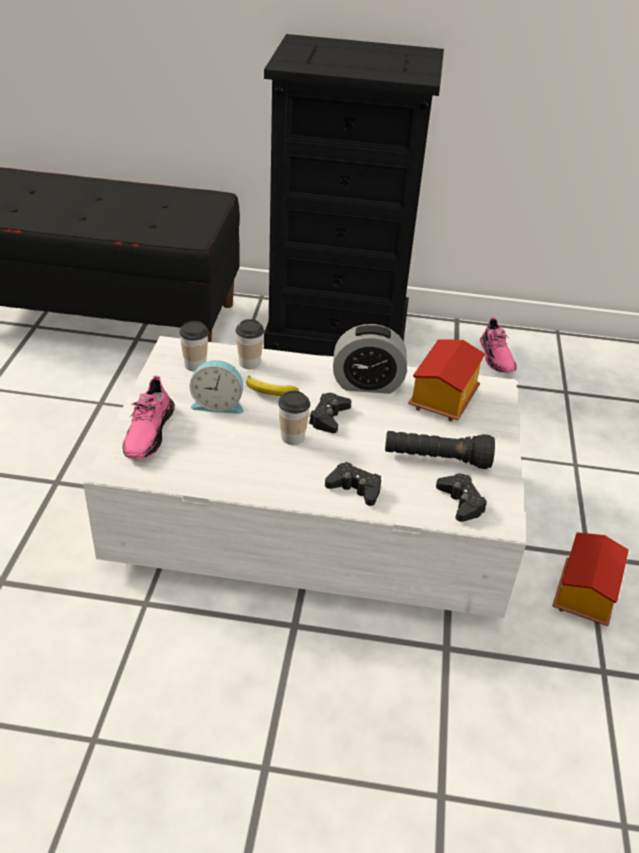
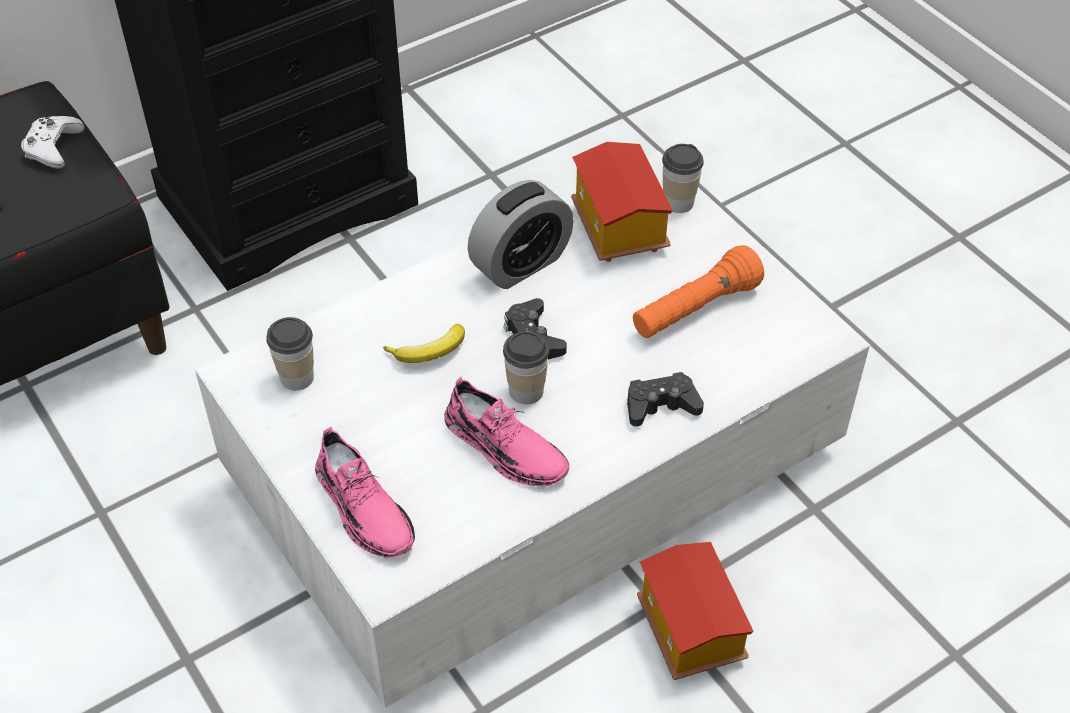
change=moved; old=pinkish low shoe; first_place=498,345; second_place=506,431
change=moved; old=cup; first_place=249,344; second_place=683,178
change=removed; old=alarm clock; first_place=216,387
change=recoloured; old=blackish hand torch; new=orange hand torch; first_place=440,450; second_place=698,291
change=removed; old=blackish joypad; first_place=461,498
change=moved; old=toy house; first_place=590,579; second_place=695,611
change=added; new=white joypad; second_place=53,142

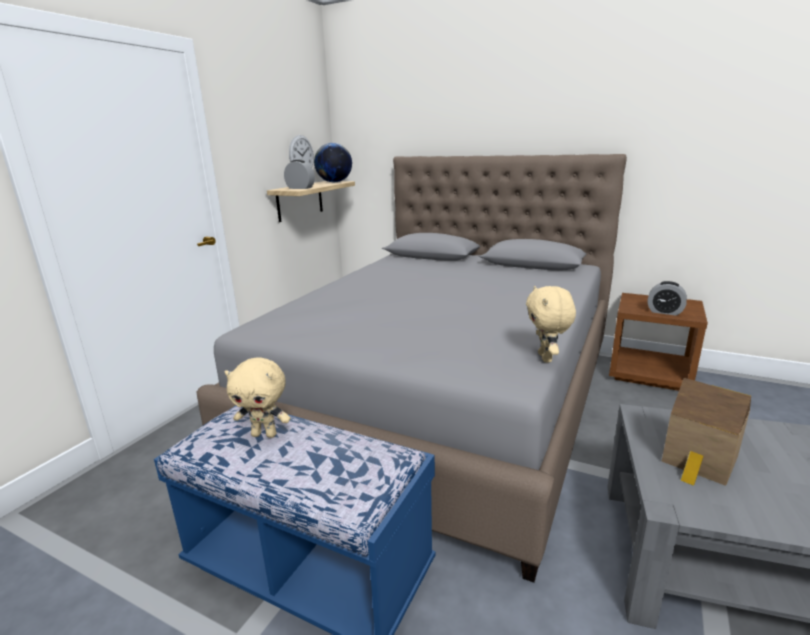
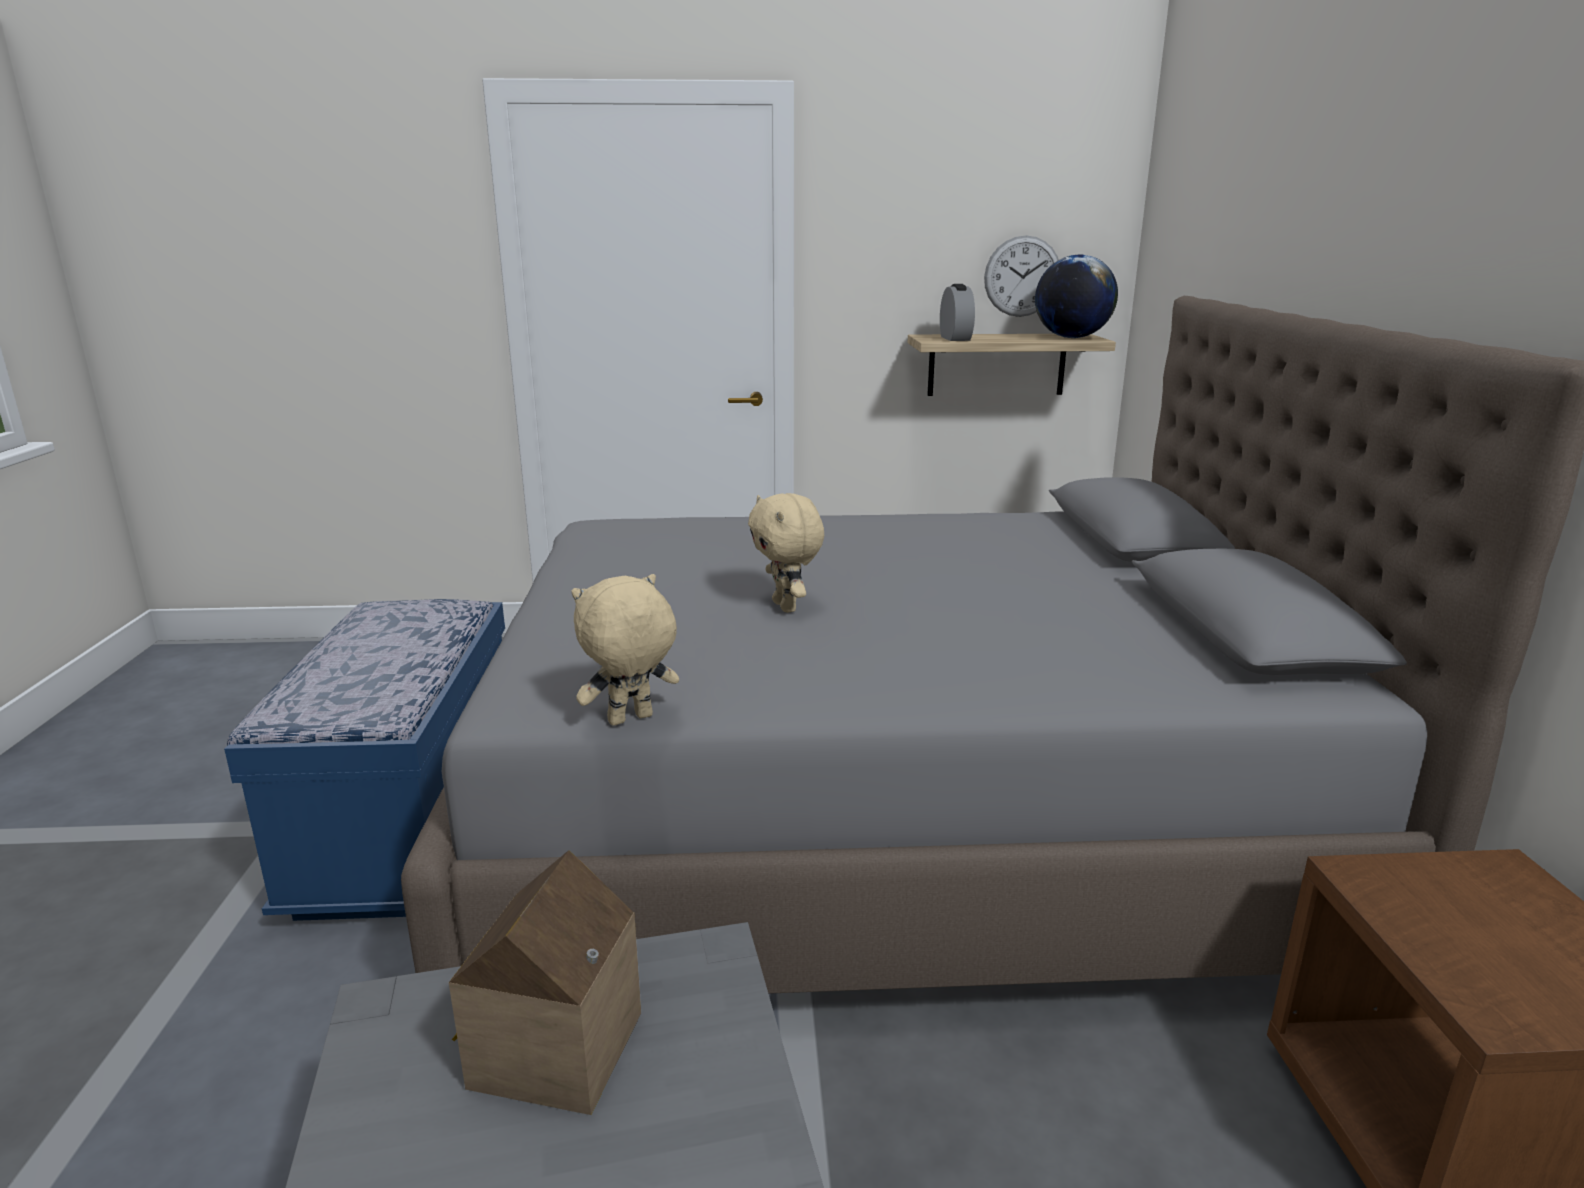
change=removed; old=alarm clock; first_place=667,298
change=moved; old=sand-coloured cuddly toy; first_place=257,398; second_place=786,553

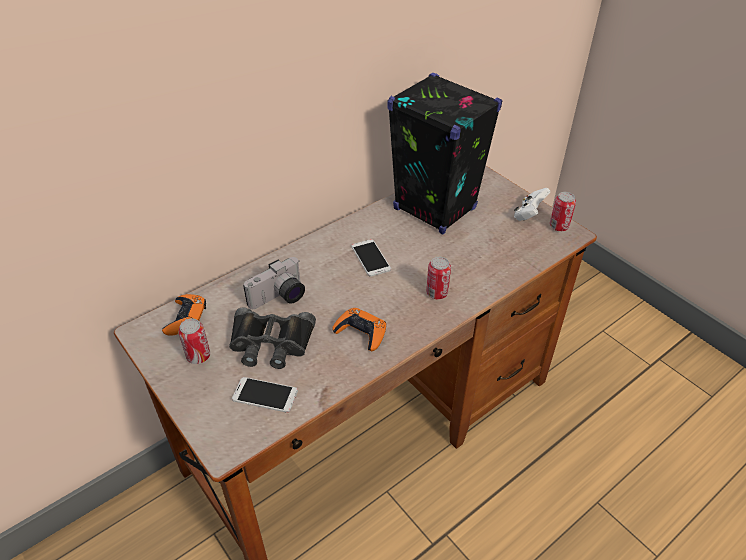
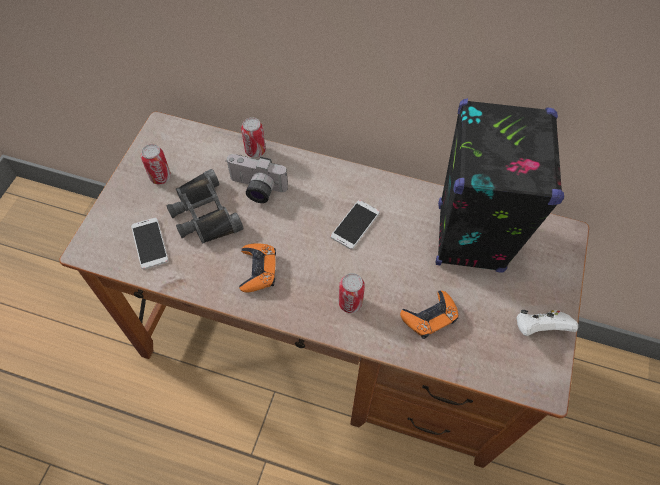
change=moved; old=sealed can; first_place=563,211; second_place=253,137
change=moved; old=orange joypad; first_place=184,315; second_place=429,314

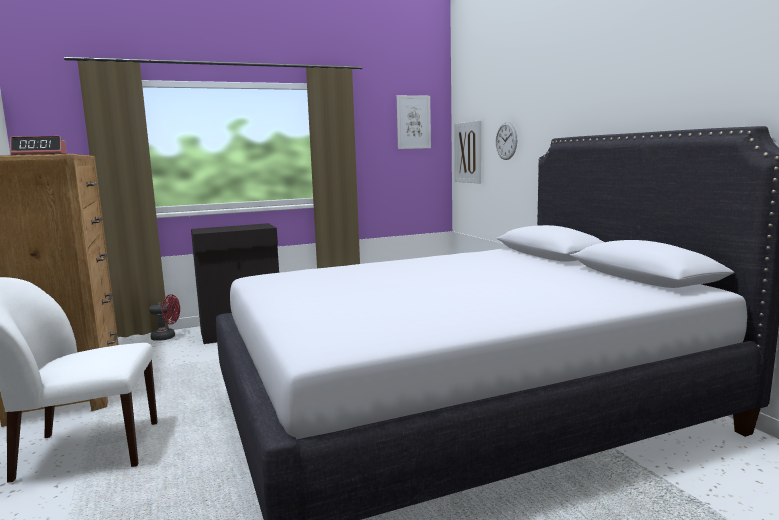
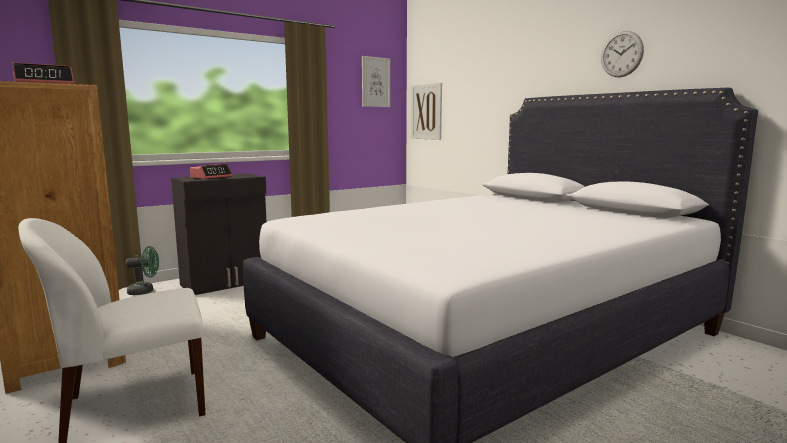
change=moved; old=hanging clock; first_place=506,141; second_place=622,54
change=recoloured; old=red-coloured fan; new=green-coloured fan; first_place=164,317; second_place=142,270
change=added; new=alarm clock; second_place=211,171

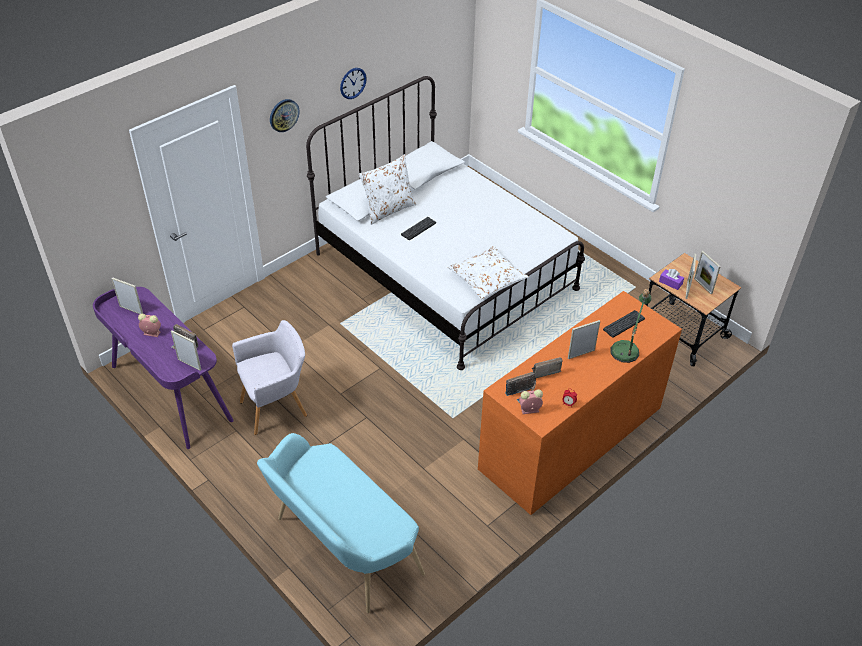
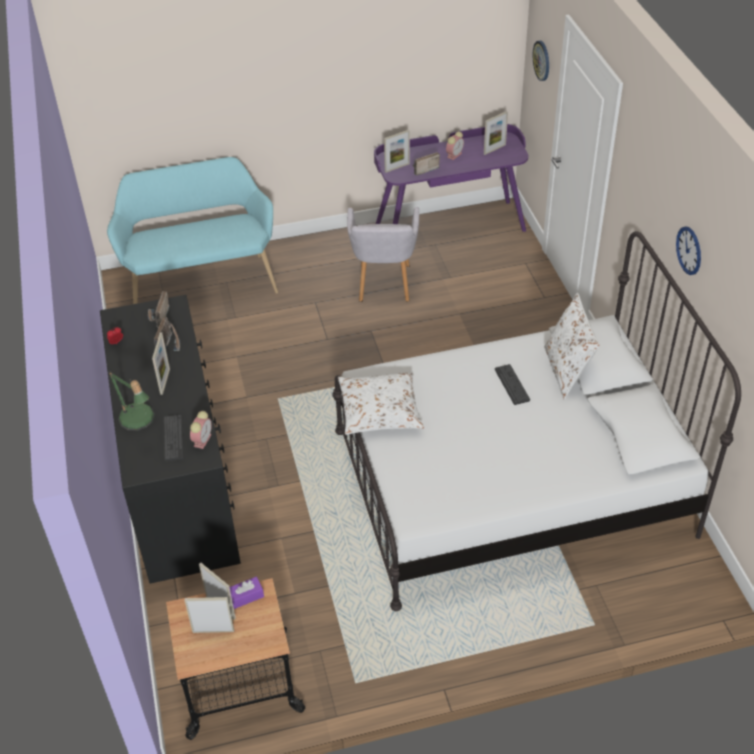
change=moved; old=hanging clock; first_place=284,115; second_place=541,61
change=recoloured; old=orange drawer chest; new=blackish drawer chest; first_place=580,403; second_place=170,439
change=moved; old=alarm clock; first_place=531,401; second_place=201,430

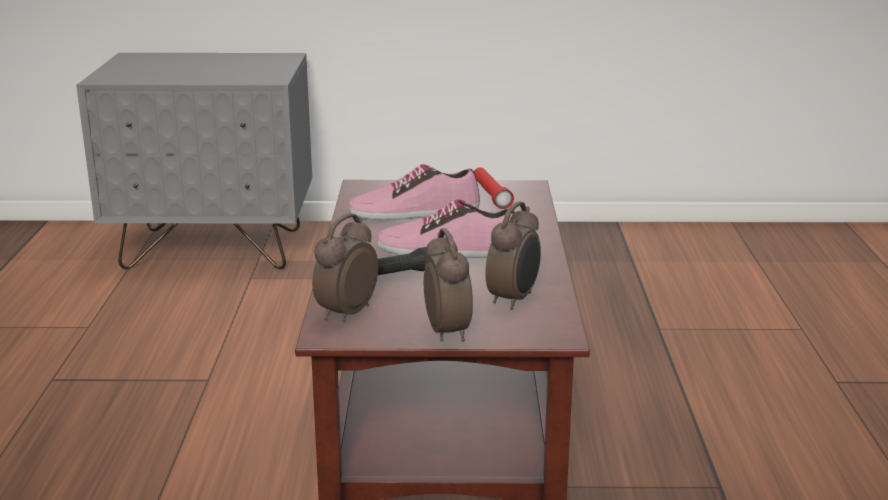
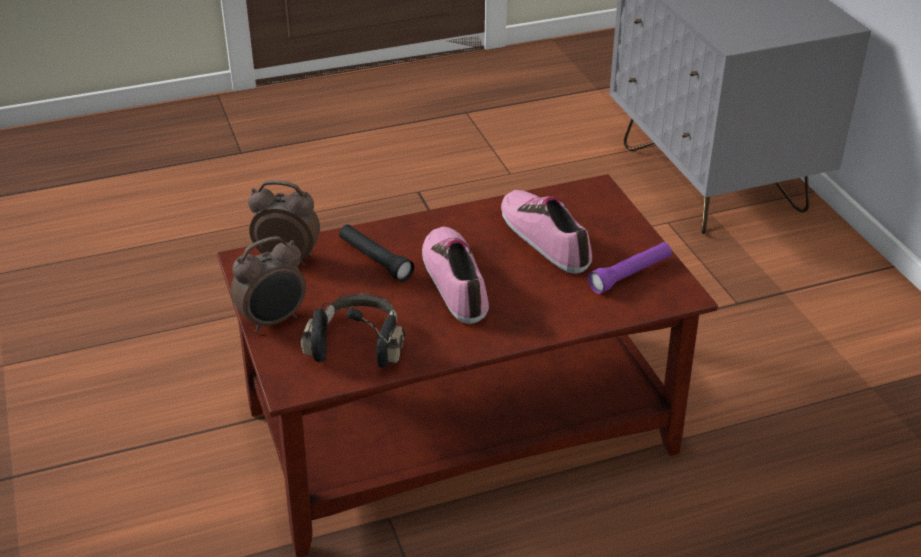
change=recoloured; old=red-coloured hand torch; new=purple hand torch; first_place=494,188; second_place=630,268
change=replaced; old=alarm clock; new=blackish headphones; first_place=513,256; second_place=353,330

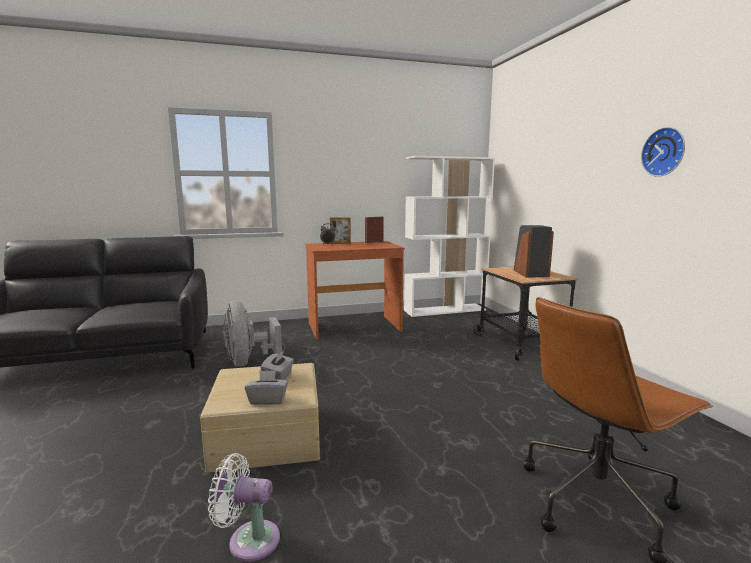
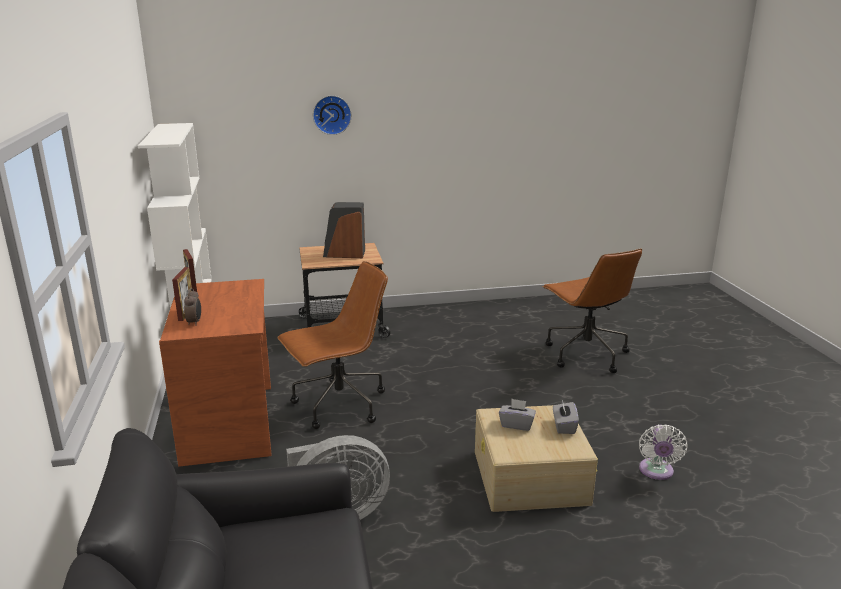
change=moved; old=hanging clock; first_place=663,152; second_place=332,115
change=added; new=brown office chair; second_place=332,345

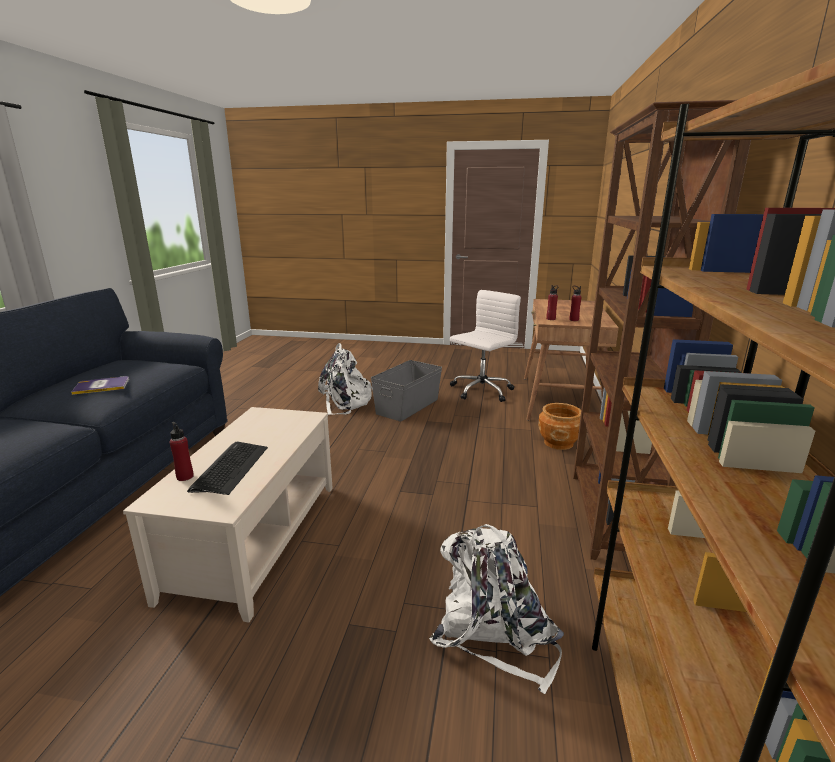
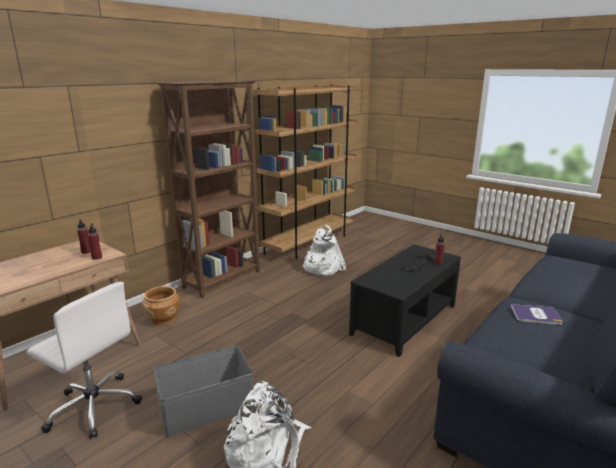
change=turned; old=white office chair; first_place=485,346; second_place=84,360; degrees=-135
change=recoloured; old=sand-coloured lounge table; new=blackish lounge table; first_place=228,514; second_place=405,300

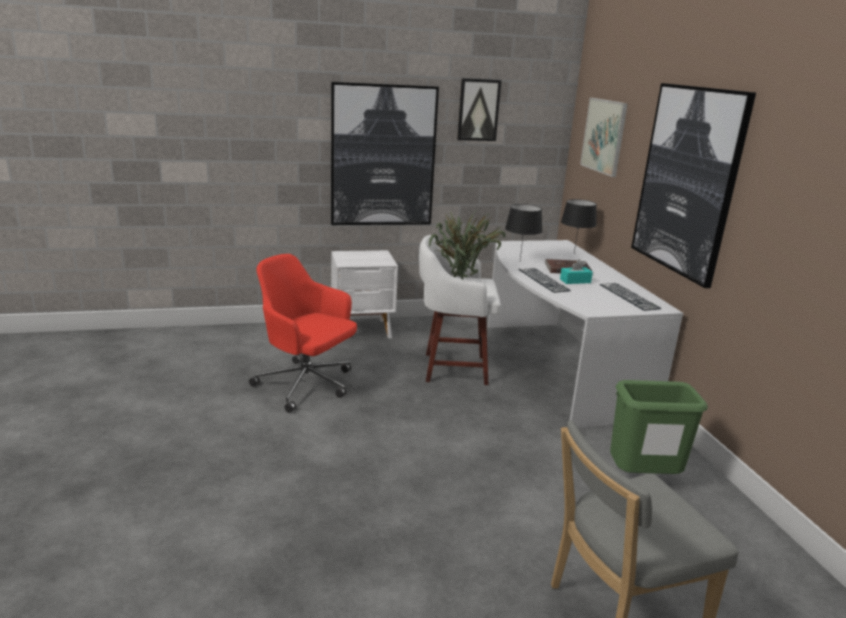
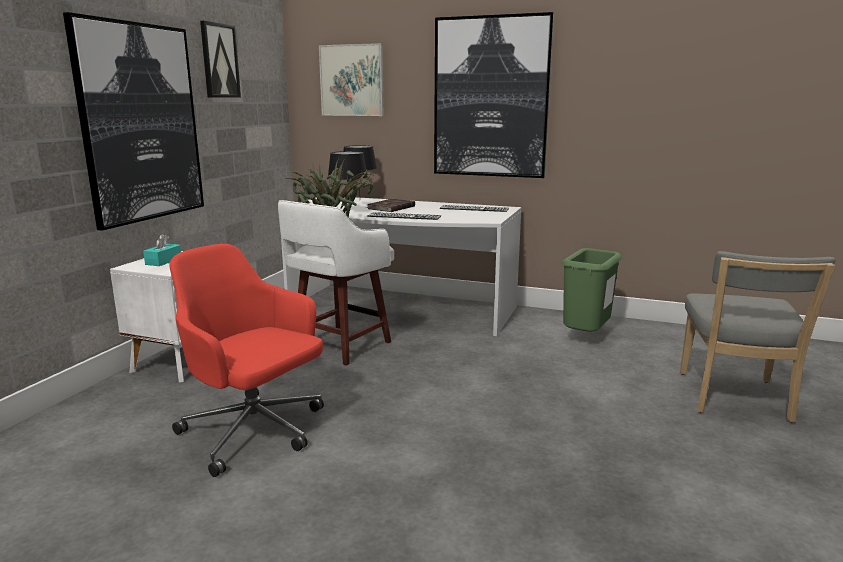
change=turned; old=red-coloured office chair; first_place=303,333; second_place=247,360; degrees=60
change=moved; old=blue-green tissue holder; first_place=576,271; second_place=162,250

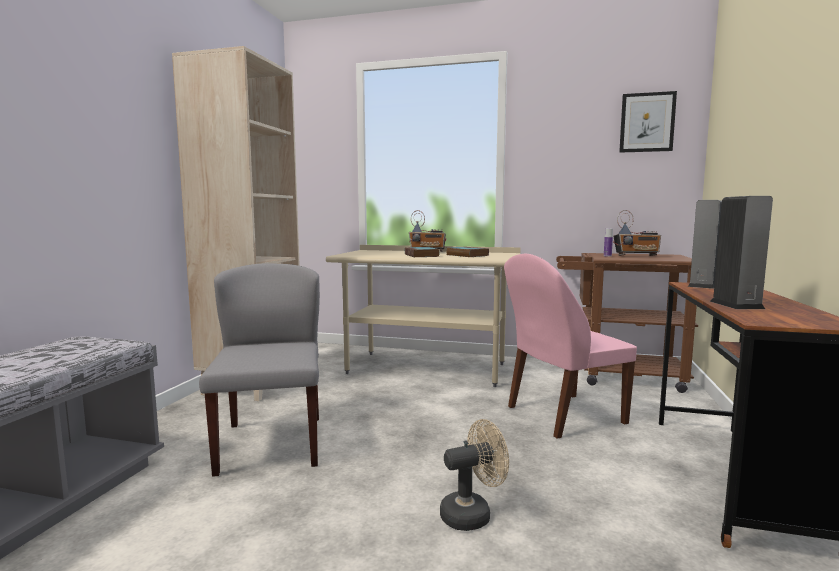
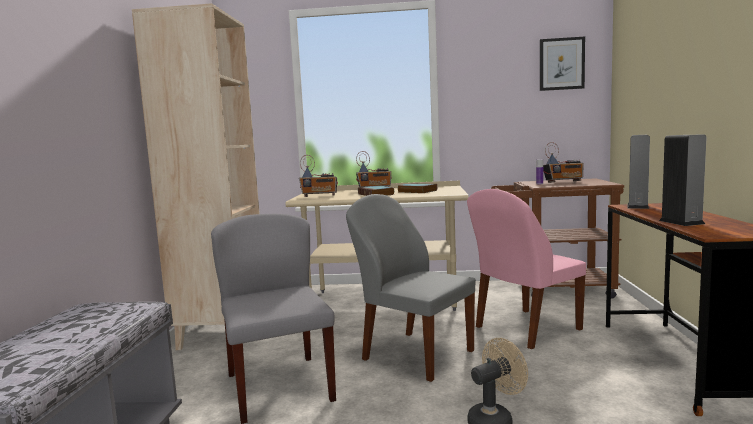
change=added; new=radio set; second_place=318,176
change=added; new=grey chair; second_place=411,288

